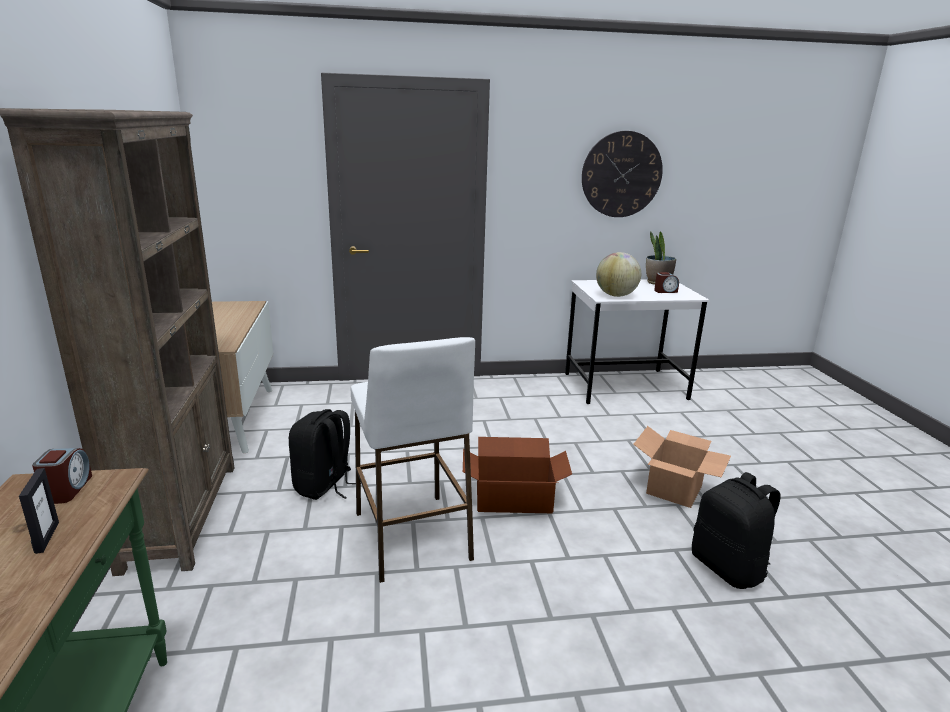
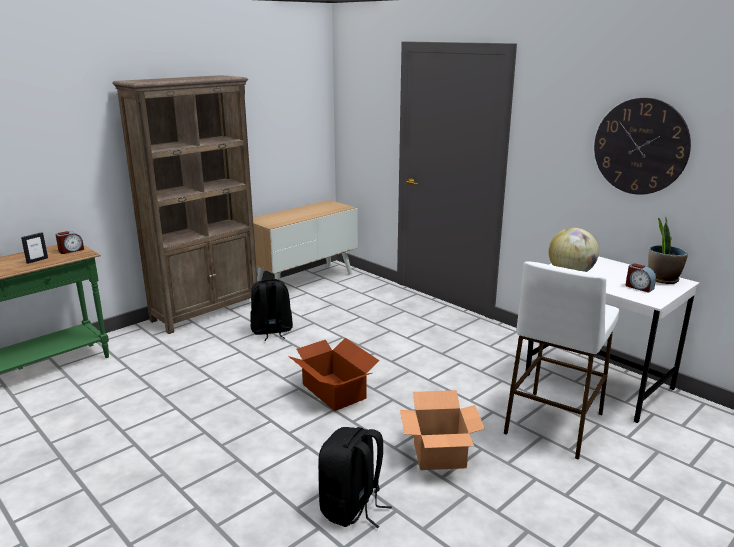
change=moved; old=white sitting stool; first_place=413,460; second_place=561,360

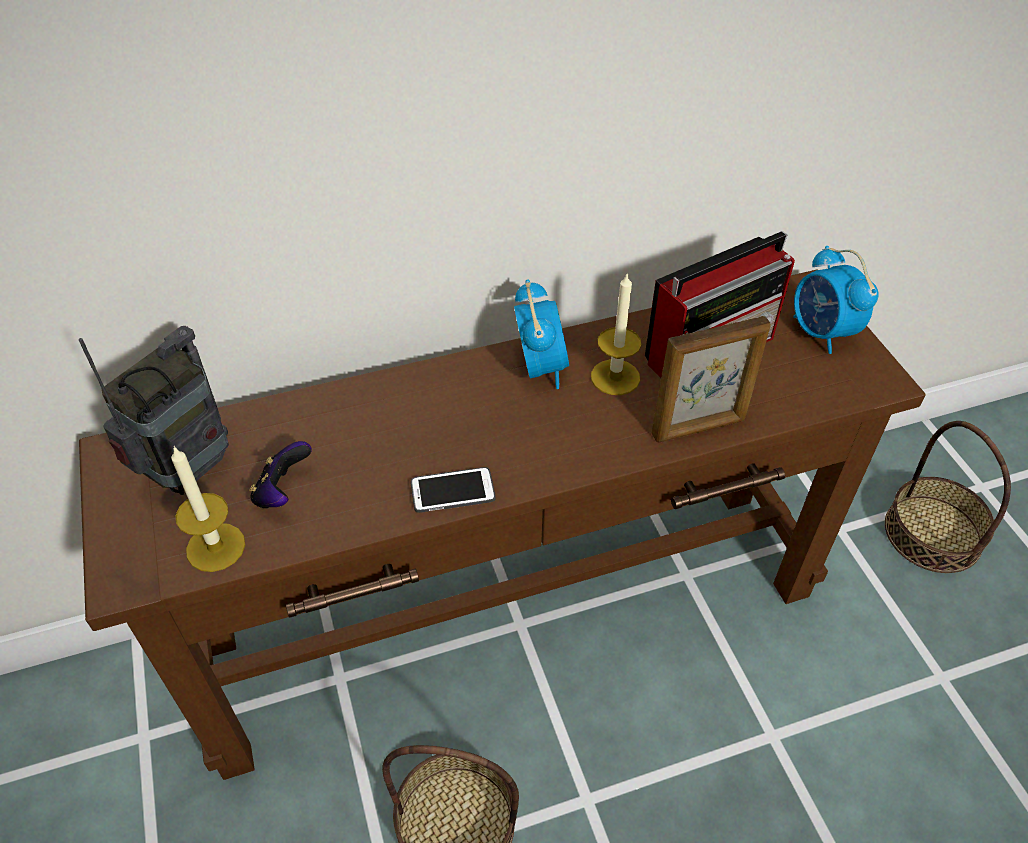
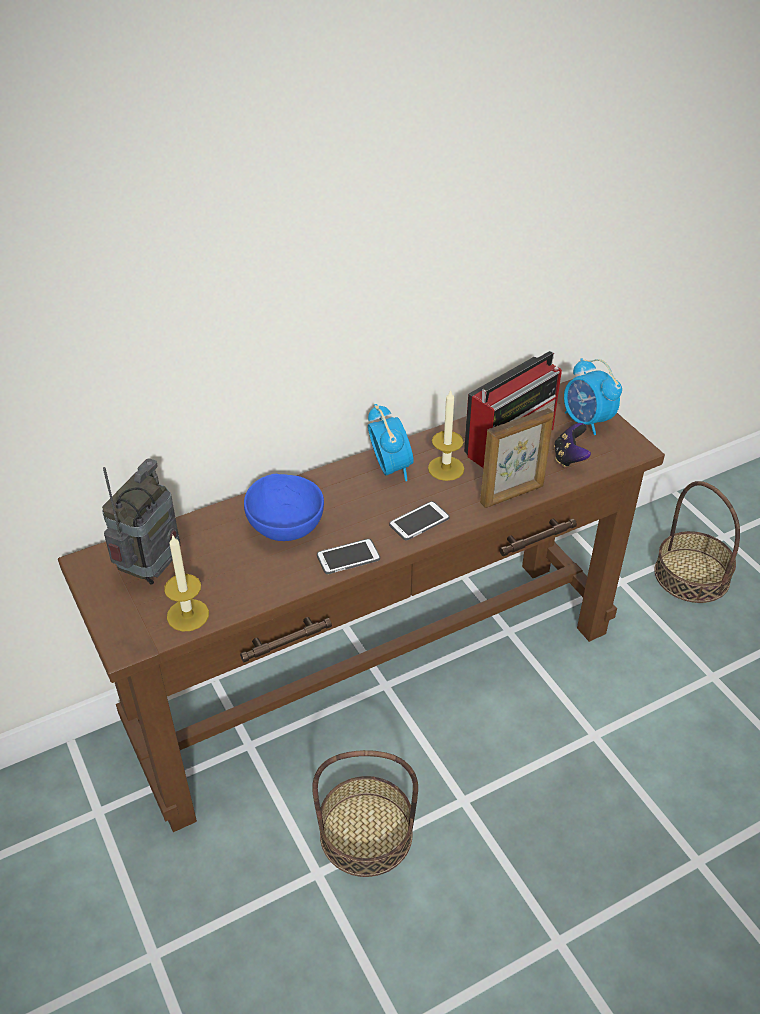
change=moved; old=joypad; first_place=280,475; second_place=572,445
change=added; new=blue deep dish; second_place=284,507
change=added; new=telephone; second_place=419,520

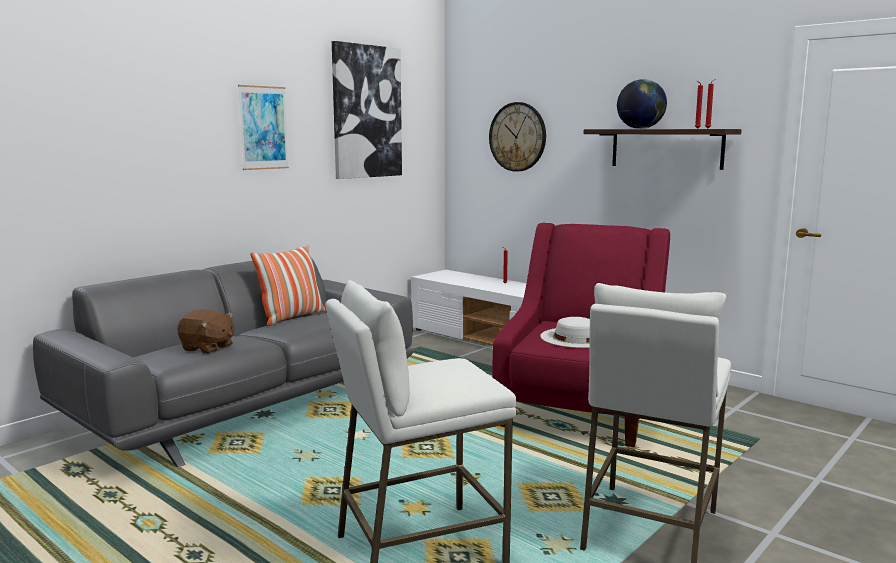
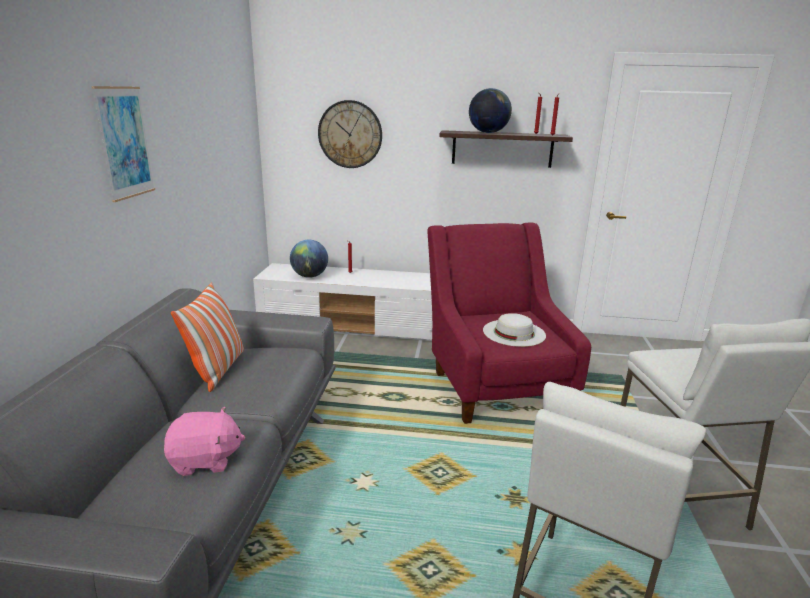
change=removed; old=wall art; first_place=367,110
change=recoloured; old=brown cuddly toy; new=pinkish cuddly toy; first_place=205,331; second_place=204,441
change=added; new=desk globe; second_place=309,259

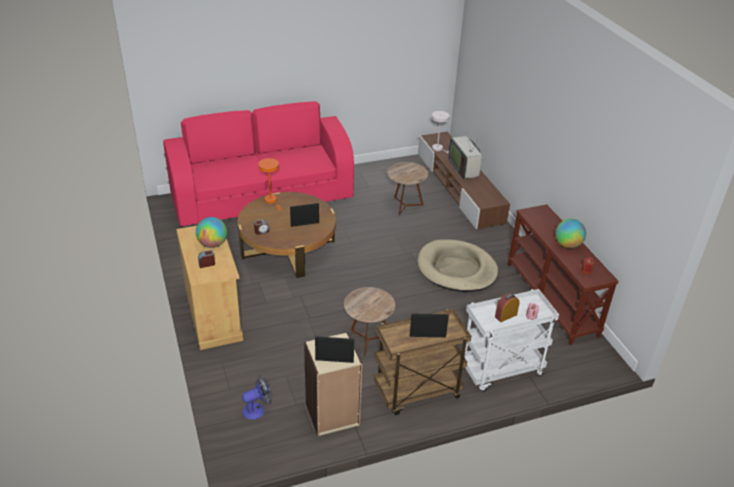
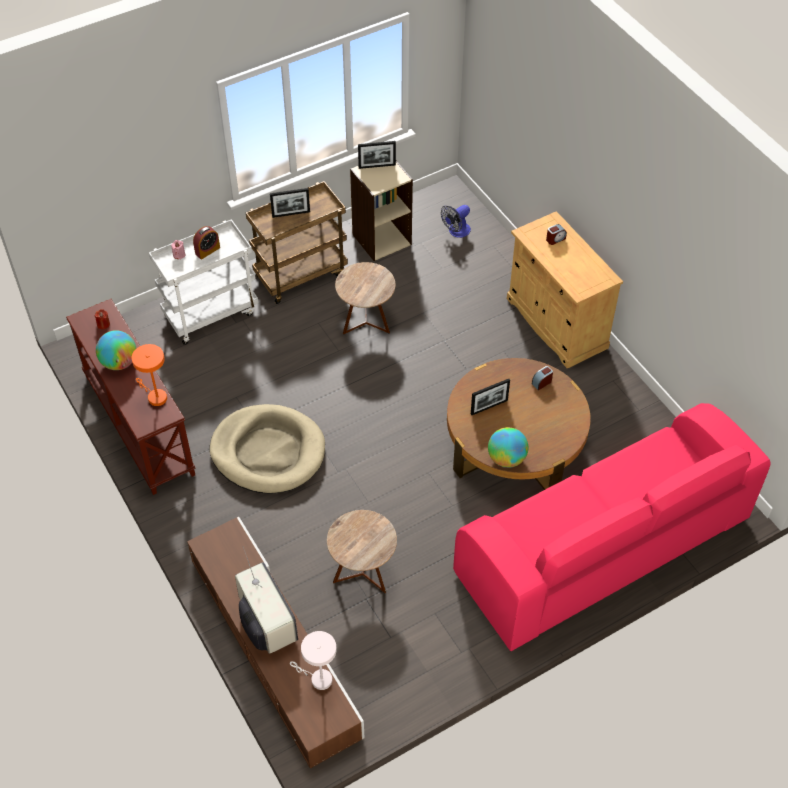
change=moved; old=orange tabletop lamp; first_place=270,184; second_place=149,375
change=moved; old=desk globe; first_place=211,232; second_place=508,447

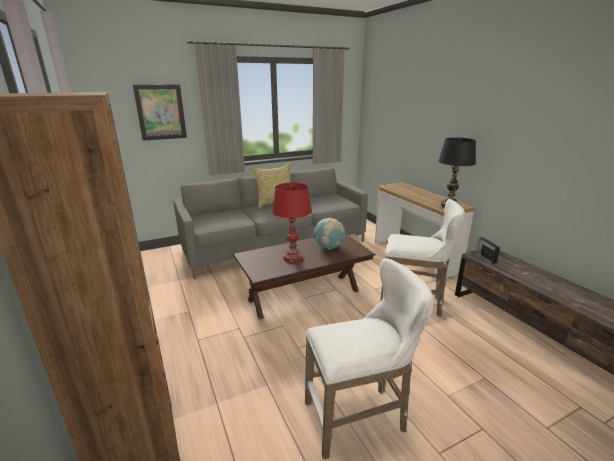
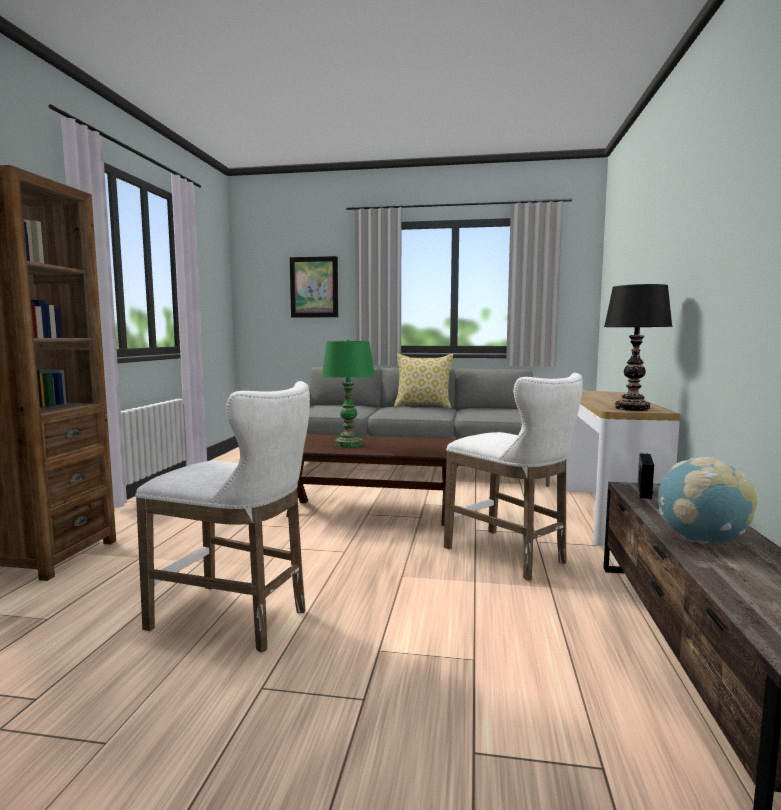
change=recoloured; old=red-coloured tabletop lamp; new=green-coloured tabletop lamp; first_place=292,222; second_place=348,394
change=moved; old=desk globe; first_place=329,234; second_place=707,500

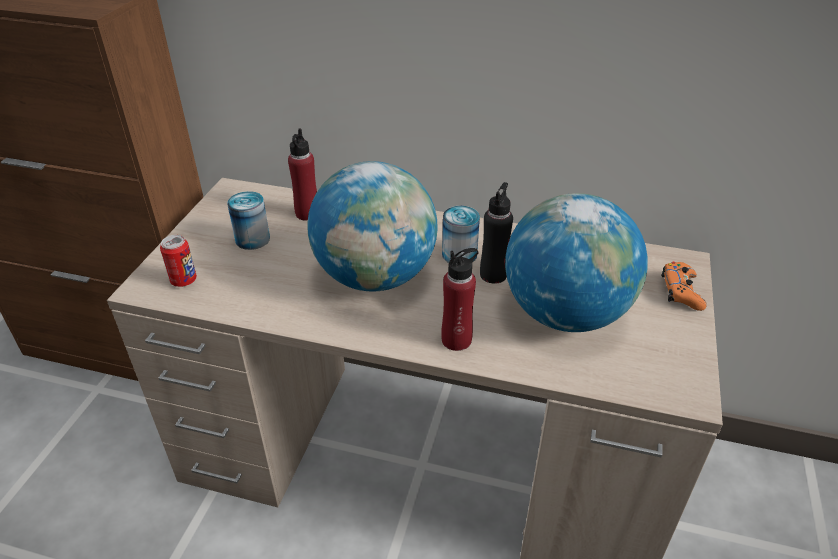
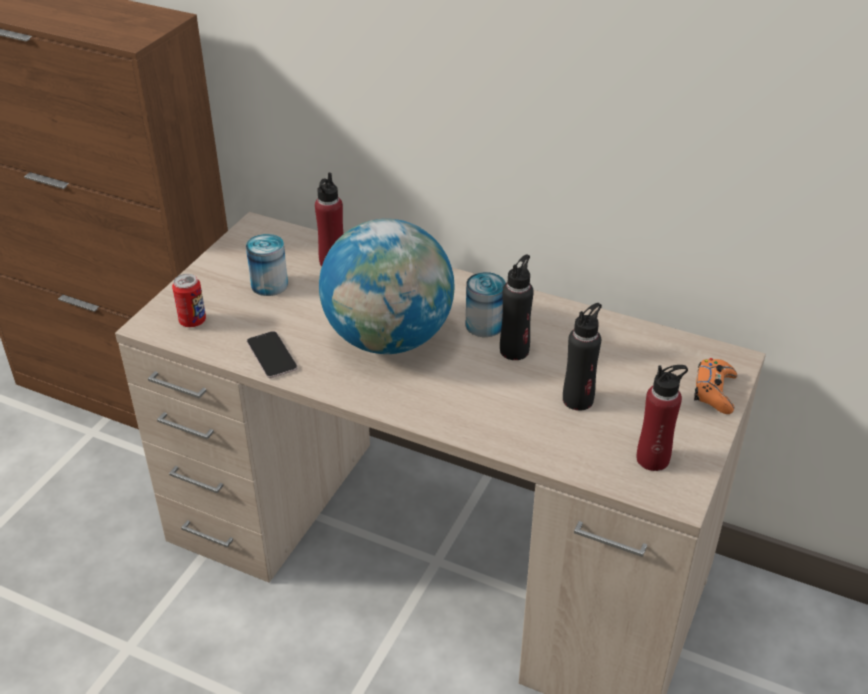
change=replaced; old=desk globe; new=blackish drink bottle; first_place=576,262; second_place=582,357
change=moved; old=red-coloured drink bottle; first_place=460,299; second_place=662,418
change=added; new=telephone; second_place=272,354

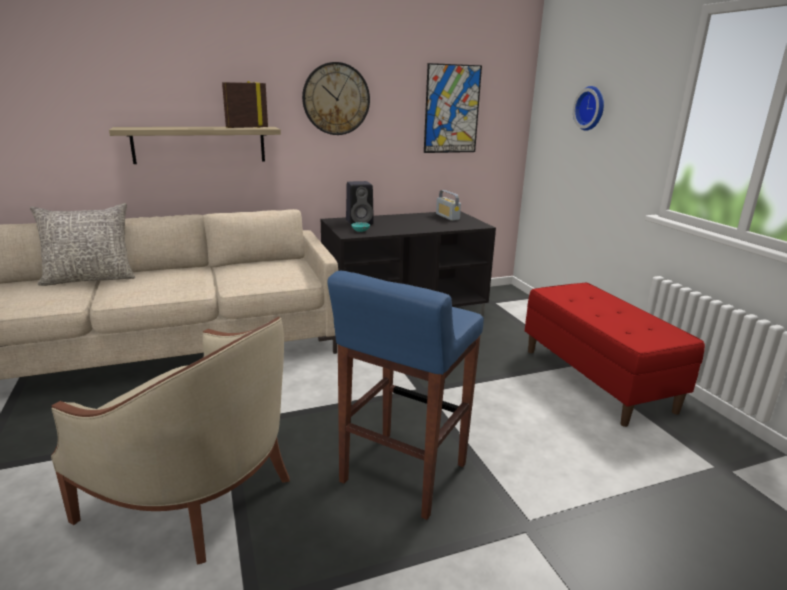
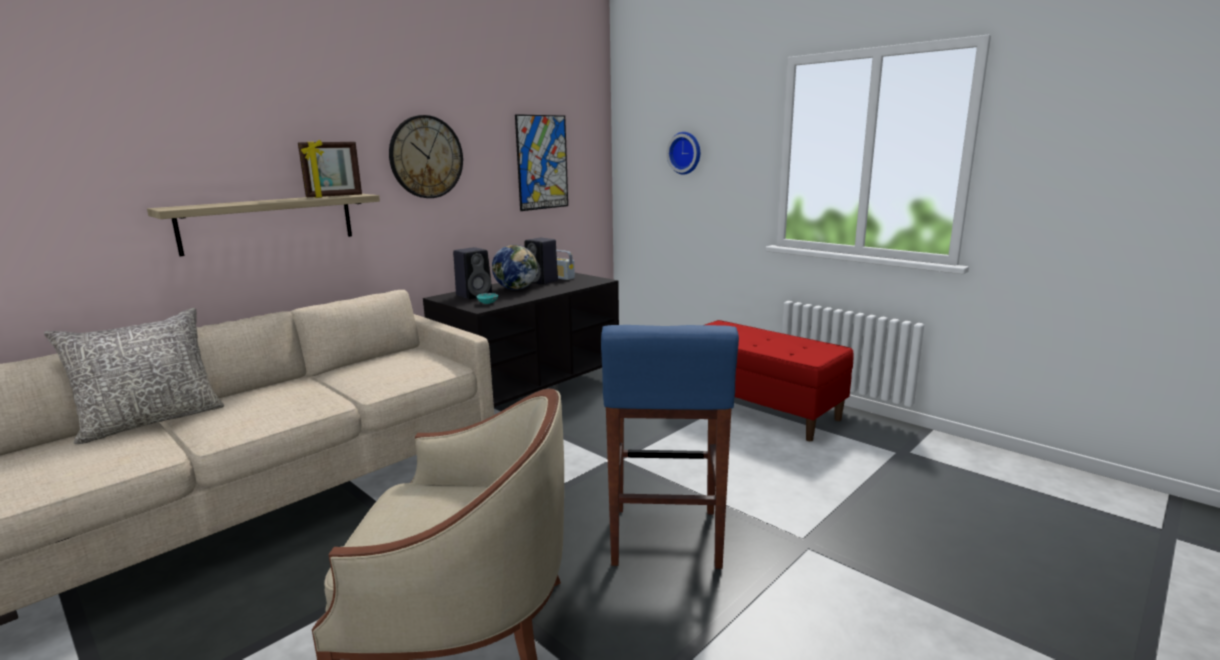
change=turned; old=picture frame; first_place=245,104; second_place=330,169; degrees=-150
change=added; new=blackish speaker; second_place=541,261
change=added; new=desk globe; second_place=514,267

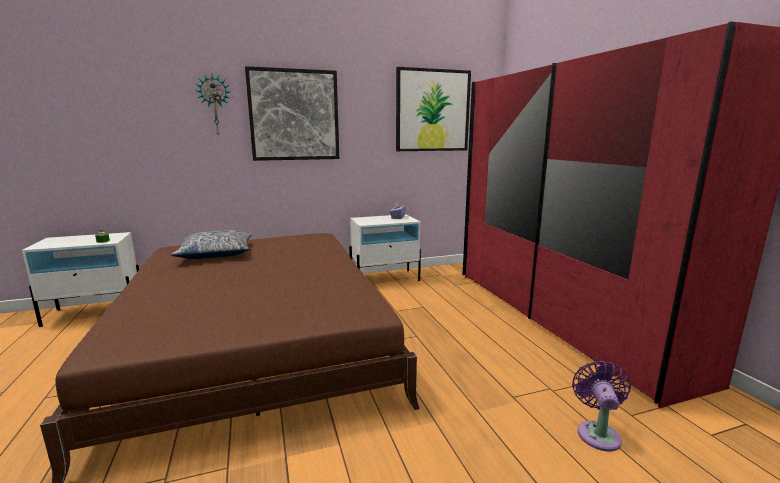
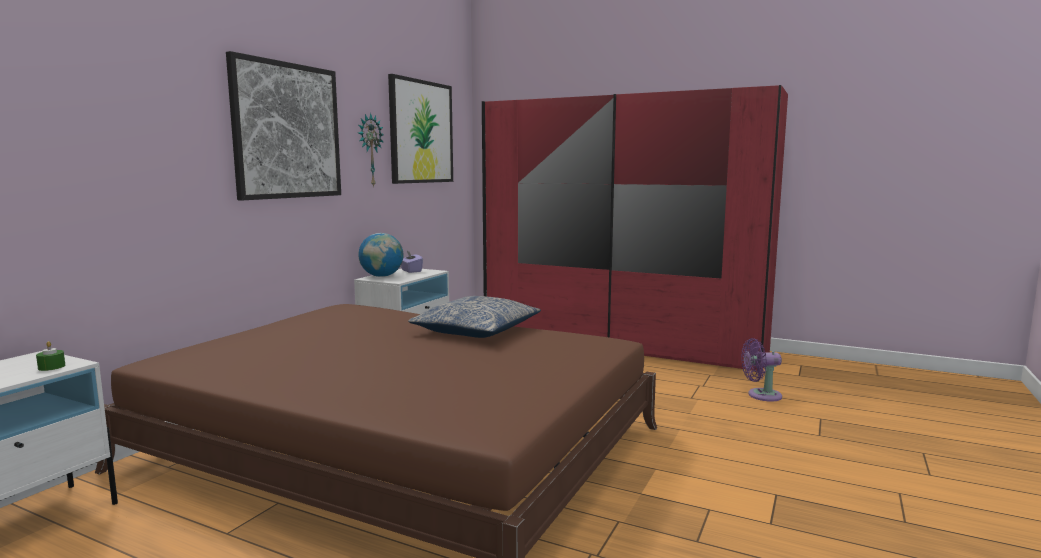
change=moved; old=hanging clock; first_place=213,104; second_place=371,150
change=moved; old=throw pillow; first_place=211,244; second_place=474,317
change=turned; old=purple fan; first_place=601,406; second_place=761,370; degrees=-60
change=added; new=desk globe; second_place=380,255

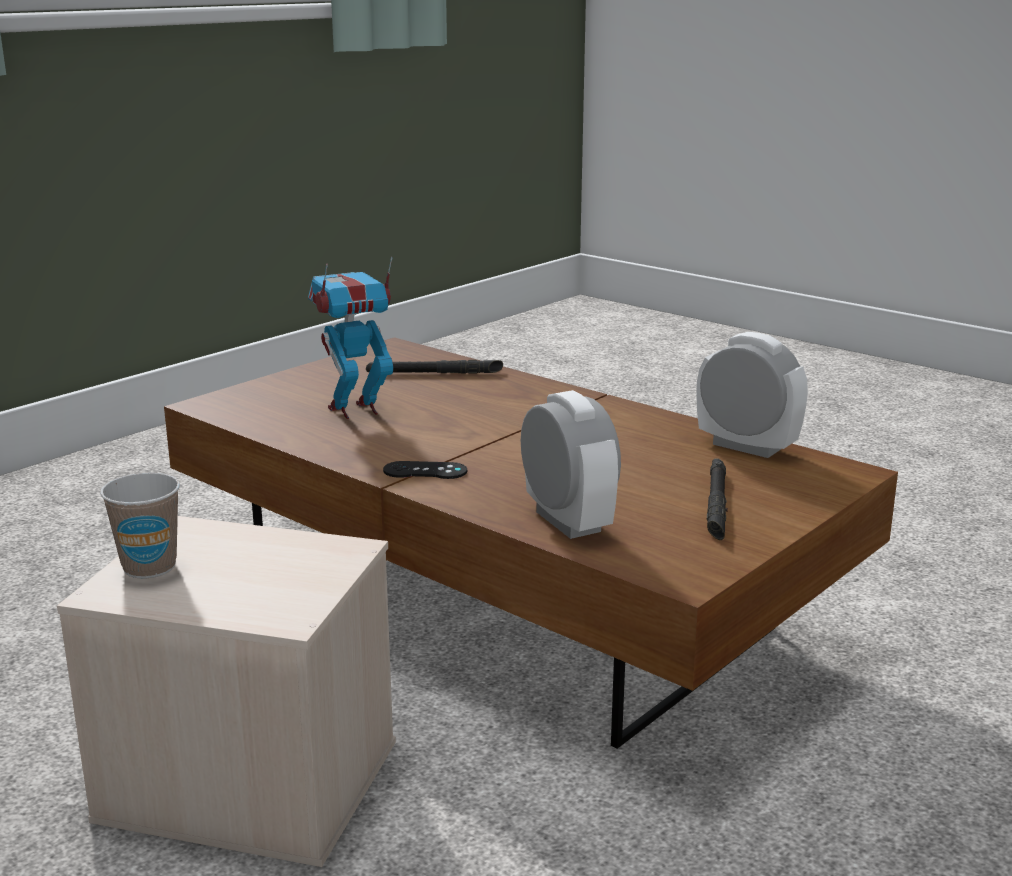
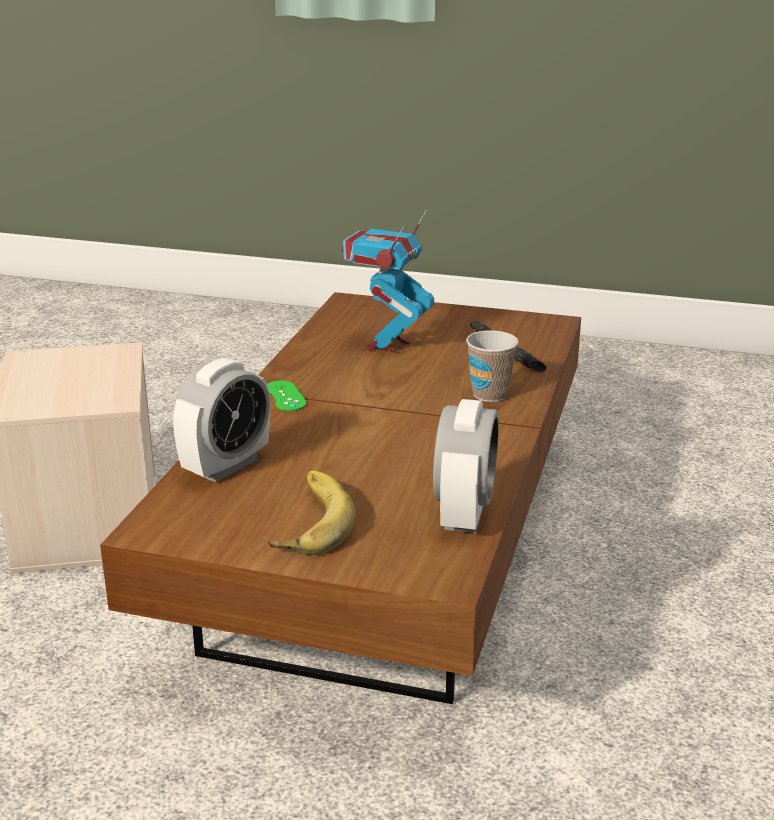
change=turned; old=toy robot; first_place=350,338; second_place=388,281; degrees=-105
change=replaced; old=blackish hand torch; new=banana; first_place=717,499; second_place=312,513
change=recoloured; old=blackish joypad; new=green-coloured joypad; first_place=425,470; second_place=287,396
change=moved; old=cup; first_place=140,526; second_place=492,366

